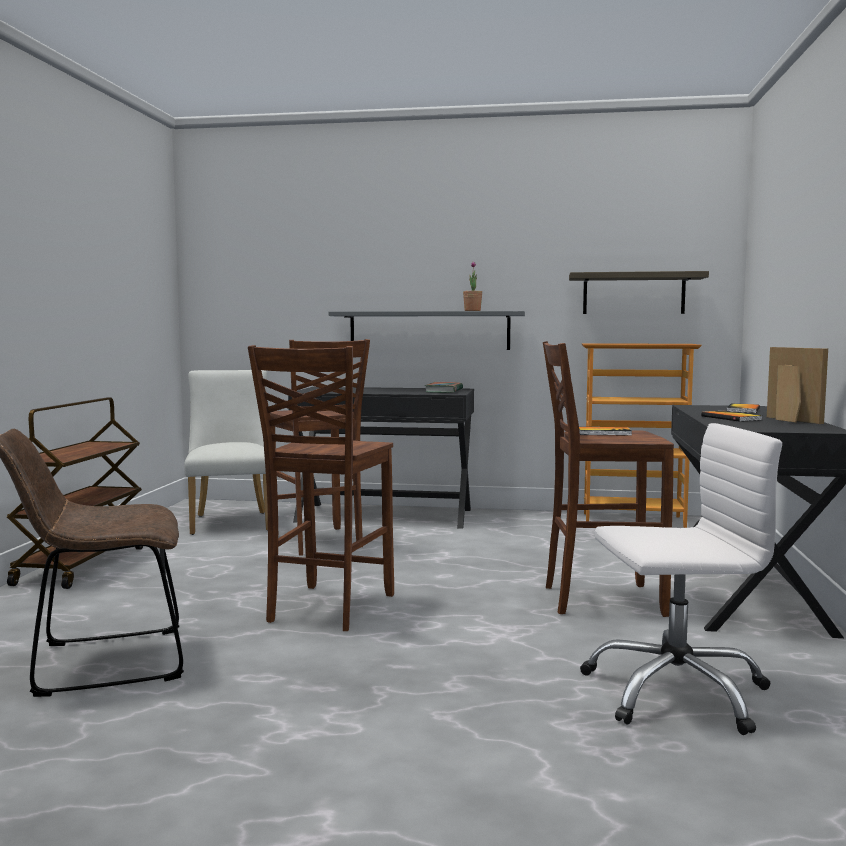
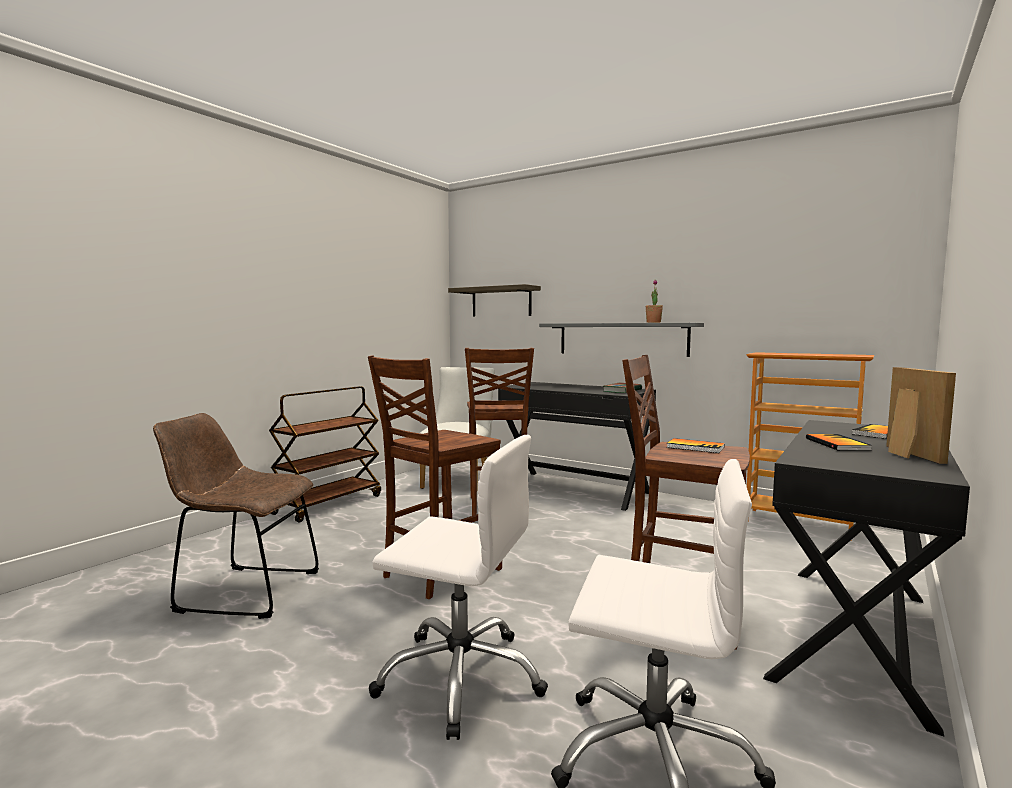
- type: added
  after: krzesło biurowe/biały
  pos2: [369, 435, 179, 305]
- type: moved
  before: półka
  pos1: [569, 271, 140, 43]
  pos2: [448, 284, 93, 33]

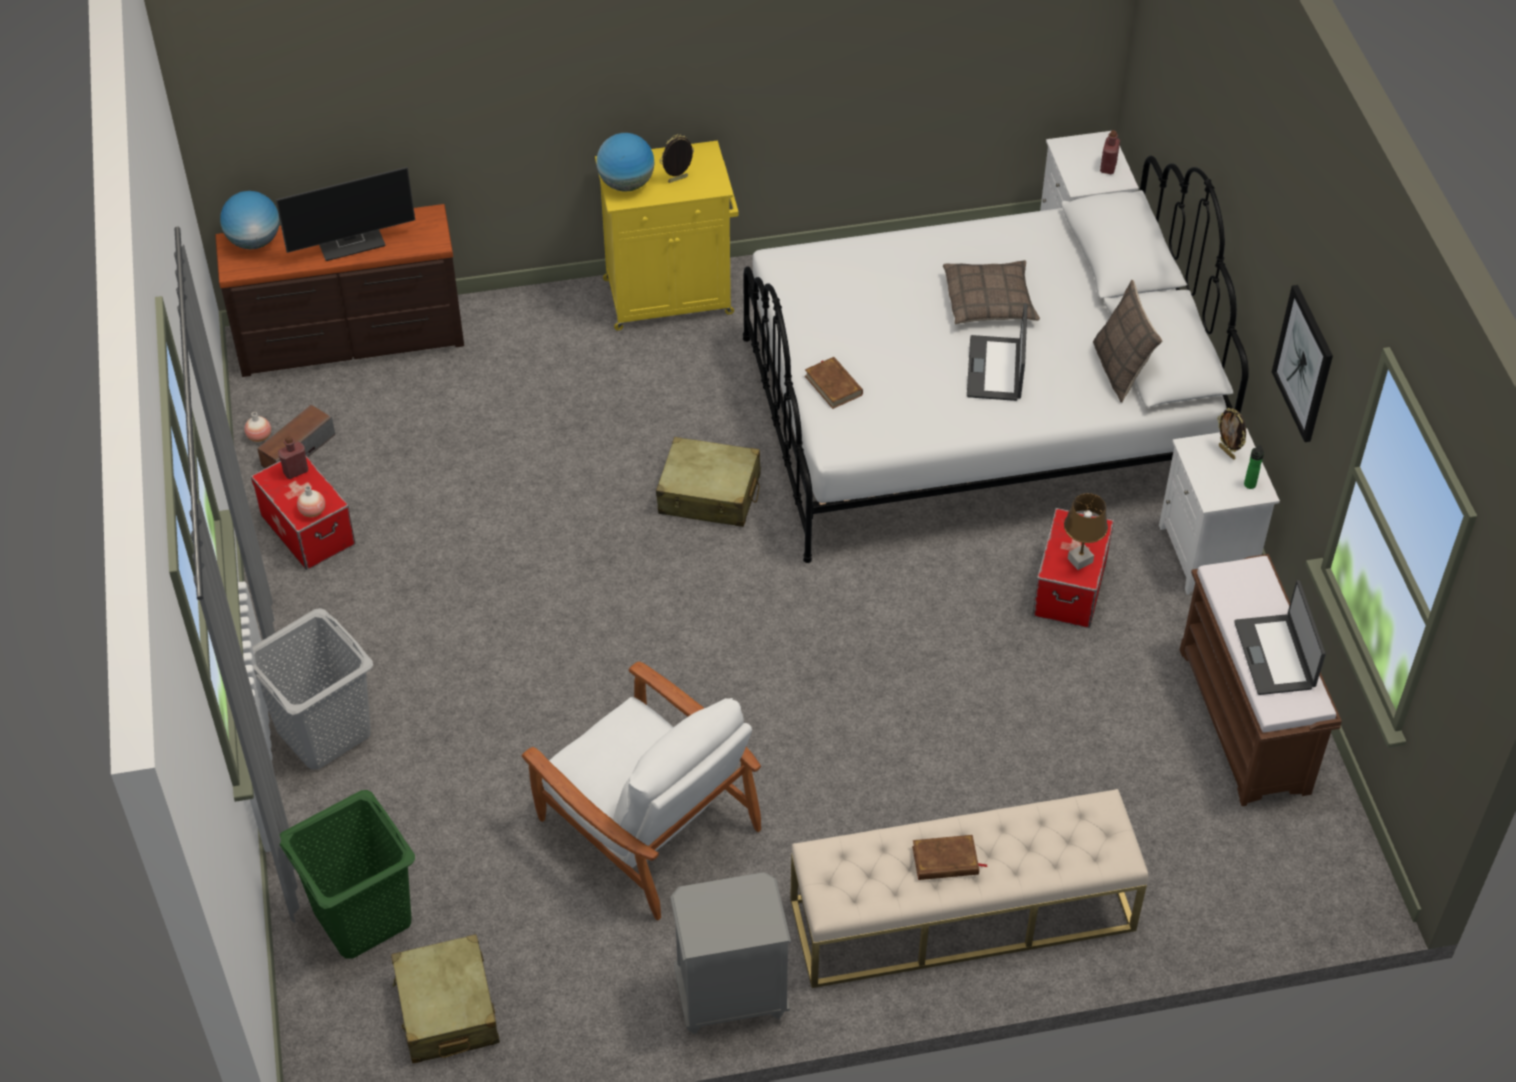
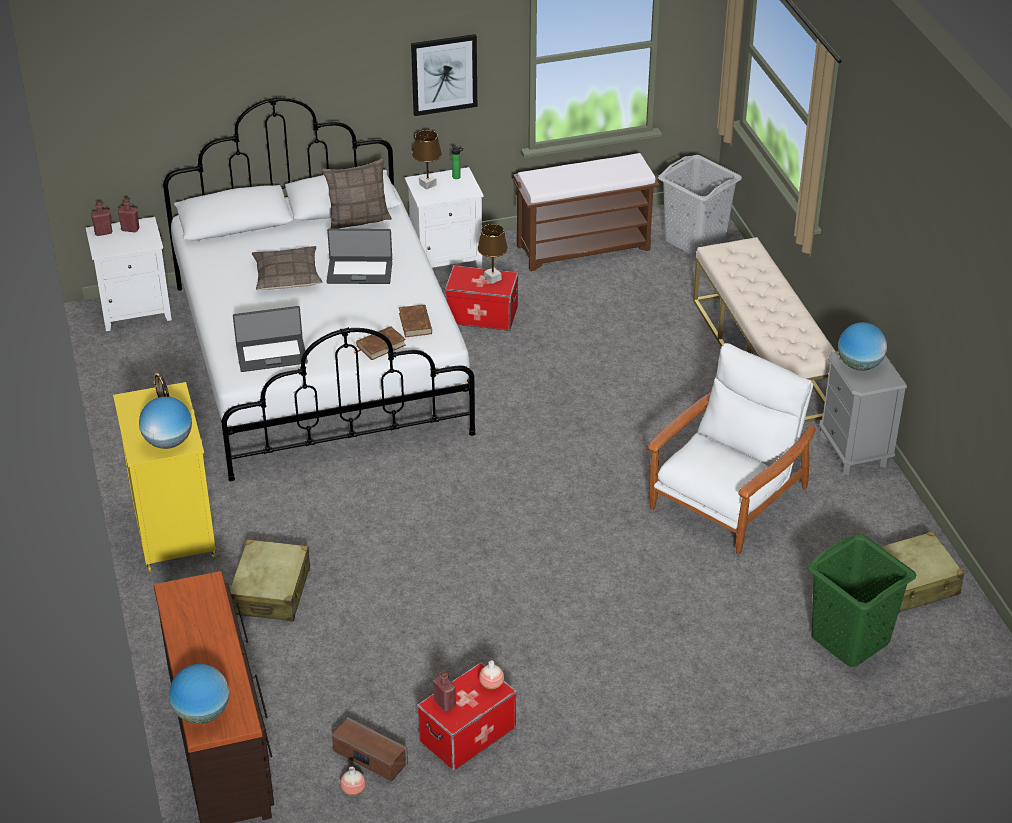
- type: removed
  before: monitor
  pos1: [276, 167, 139, 94]
- type: added
  after: butelka/czerwony
  pos2: [91, 201, 22, 35]
- type: added
  after: globus
  pos2: [838, 322, 49, 49]
- type: moved
  before: kosz na pranie/szary
  pos1: [253, 608, 120, 162]
  pos2: [658, 155, 84, 102]
- type: moved
  before: walizka/beżowy
  pos1: [656, 437, 105, 90]
  pos2: [230, 539, 80, 83]
- type: moved
  before: książka/brązowy
  pos1: [912, 835, 76, 45]
  pos2: [399, 304, 33, 33]
- type: moved
  before: laptop
  pos1: [1234, 580, 92, 115]
  pos2: [233, 306, 75, 66]
- type: replaced
  before: ramka na zdjęcie
  after: lampa stołowa/brązowy
  pos1: [1217, 408, 29, 52]
  pos2: [412, 130, 30, 60]

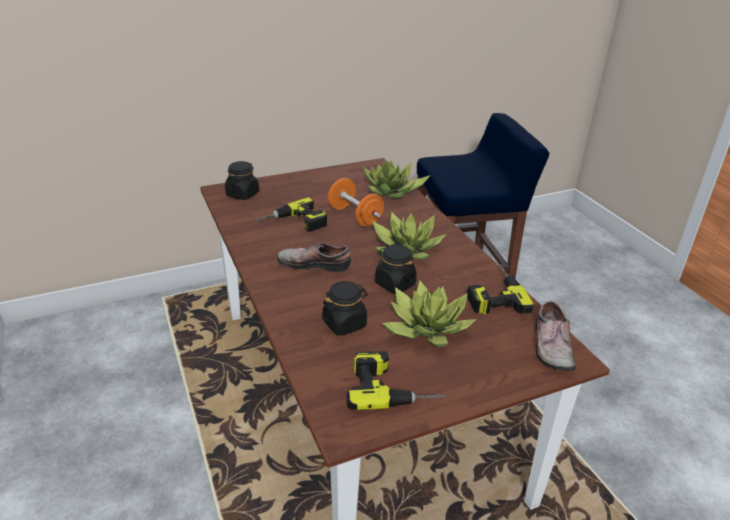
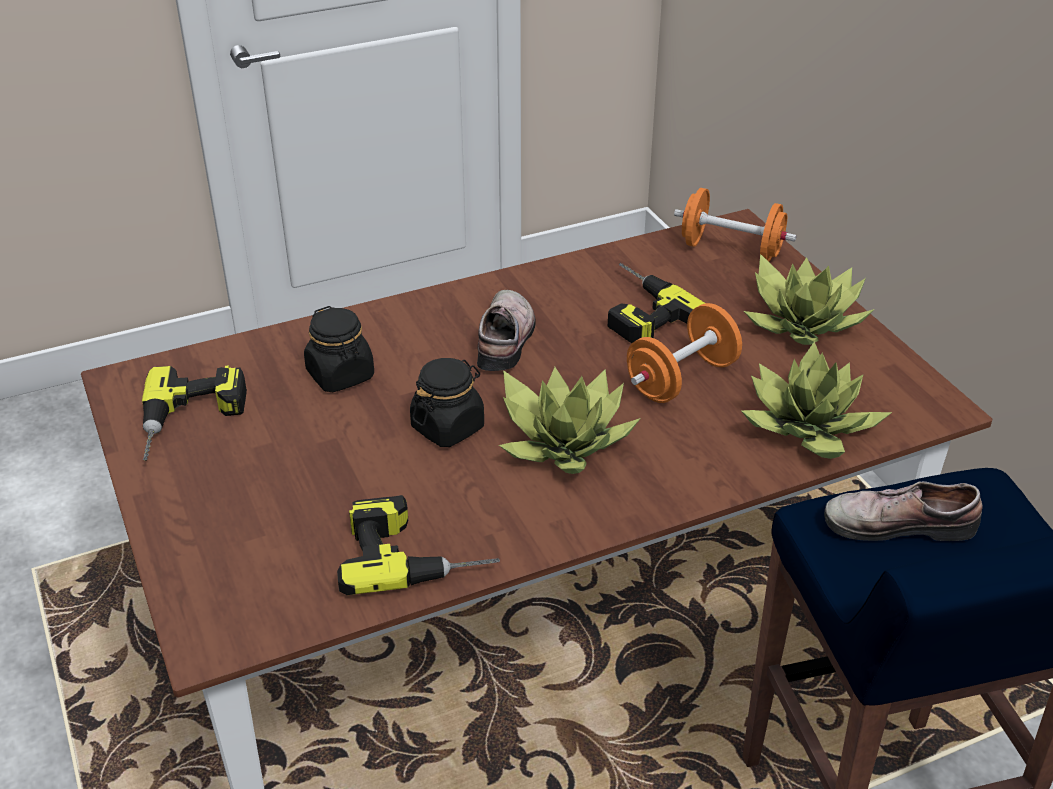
- type: moved
  before: roślina doniczkowa
  pos1: [382, 281, 95, 66]
  pos2: [744, 254, 131, 91]
- type: moved
  before: but
  pos1: [535, 301, 40, 70]
  pos2: [824, 481, 159, 60]
- type: replaced
  before: słoik/czarny
  after: hantel/pomarańczowy
  pos1: [225, 161, 34, 39]
  pos2: [674, 188, 123, 74]

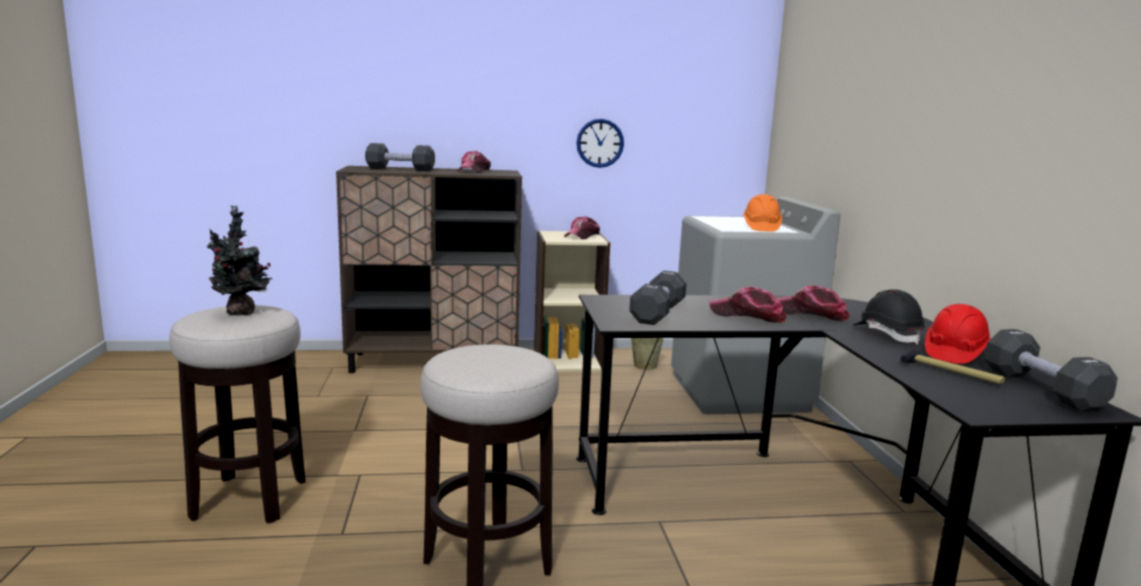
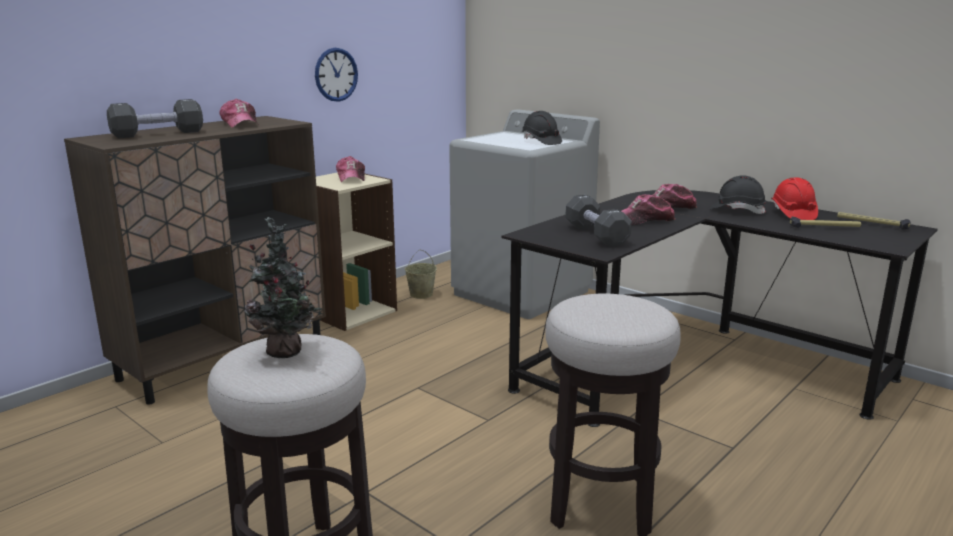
- type: replaced
  before: hantel/czarny
  after: młotek
  pos1: [984, 329, 134, 83]
  pos2: [837, 212, 74, 18]
- type: recoloured
  before: kask/pomarańczowy
  after: kask/czarny
  pos1: [743, 194, 39, 38]
  pos2: [522, 111, 40, 34]

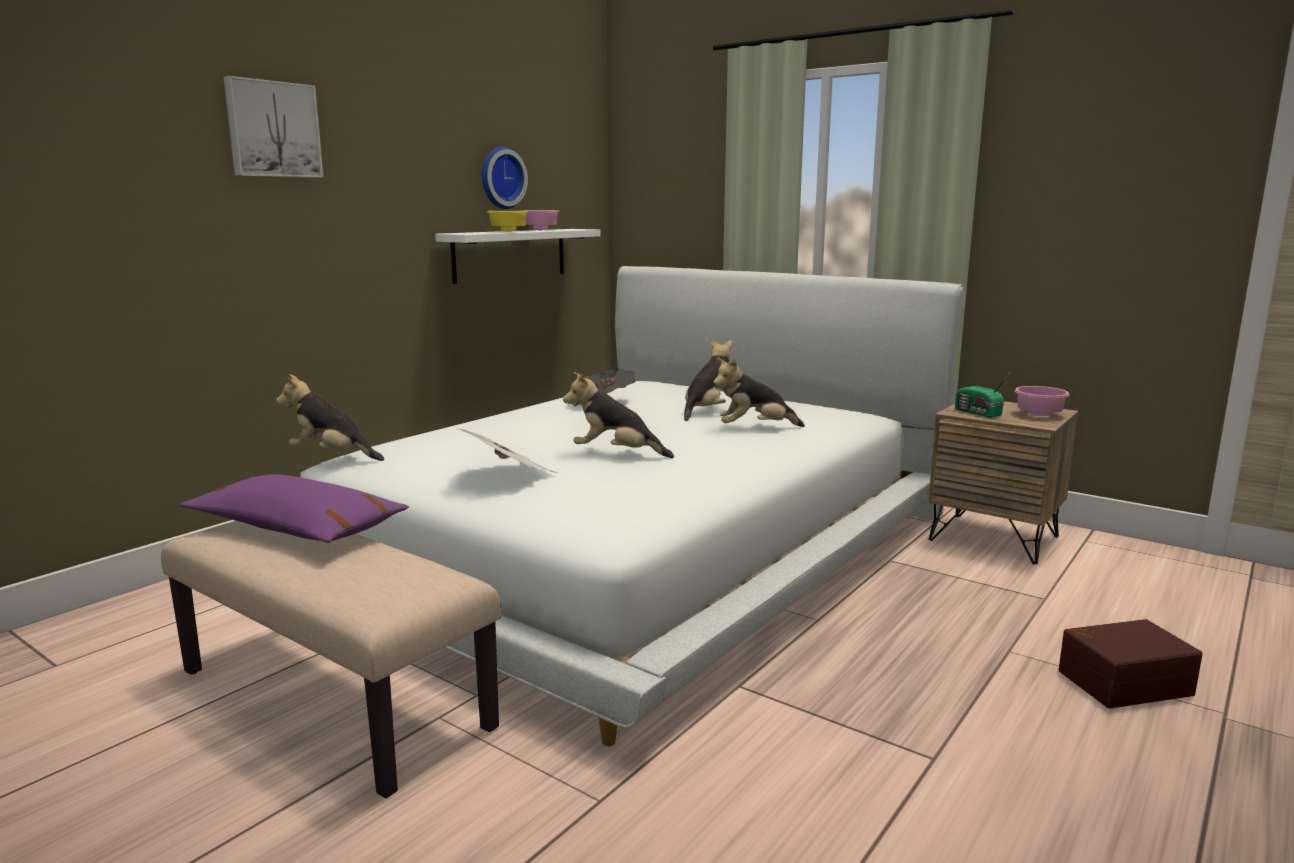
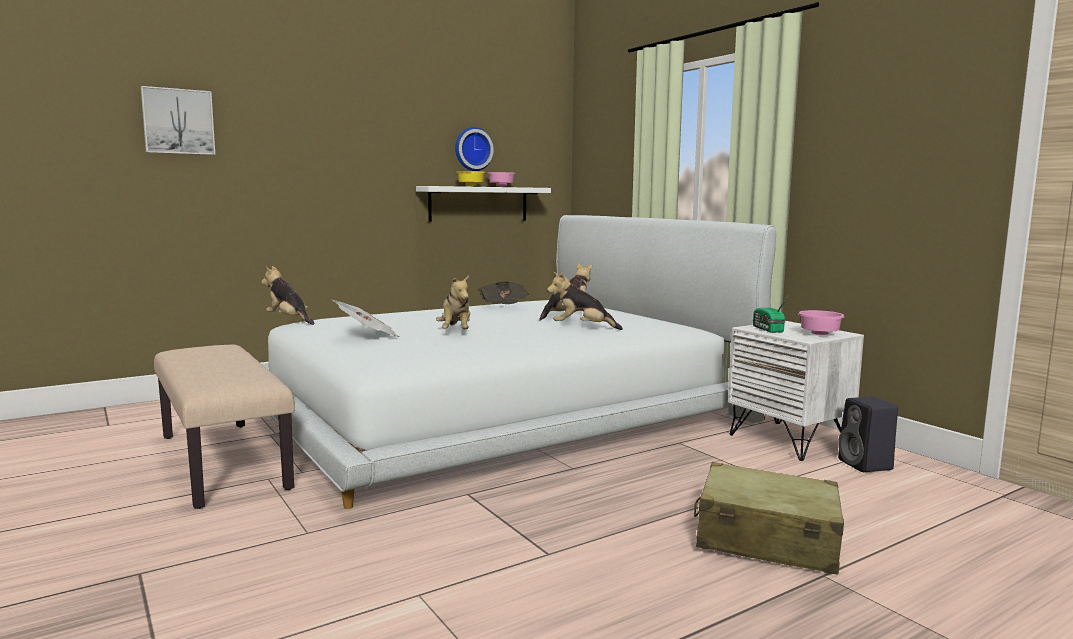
- type: removed
  before: poduszka/fioletowy
  pos1: [180, 474, 229, 69]
- type: added
  after: głośnik/czarny
  pos2: [838, 397, 60, 75]
- type: moved
  before: obraz
  pos1: [223, 76, 100, 102]
  pos2: [141, 86, 74, 69]
- type: replaced
  before: pojemnik do przechowywania/brązowy
  after: walizka/beżowy
  pos1: [1058, 619, 145, 89]
  pos2: [694, 462, 150, 113]
- type: recoloured
  before: szafka nocna/brązowy
  after: szafka nocna/biały
  pos1: [928, 401, 150, 163]
  pos2: [728, 321, 136, 140]
- type: turned
  before: pluszak
  pos1: [563, 372, 111, 86]
  pos2: [436, 275, 34, 54]
  turn: -135

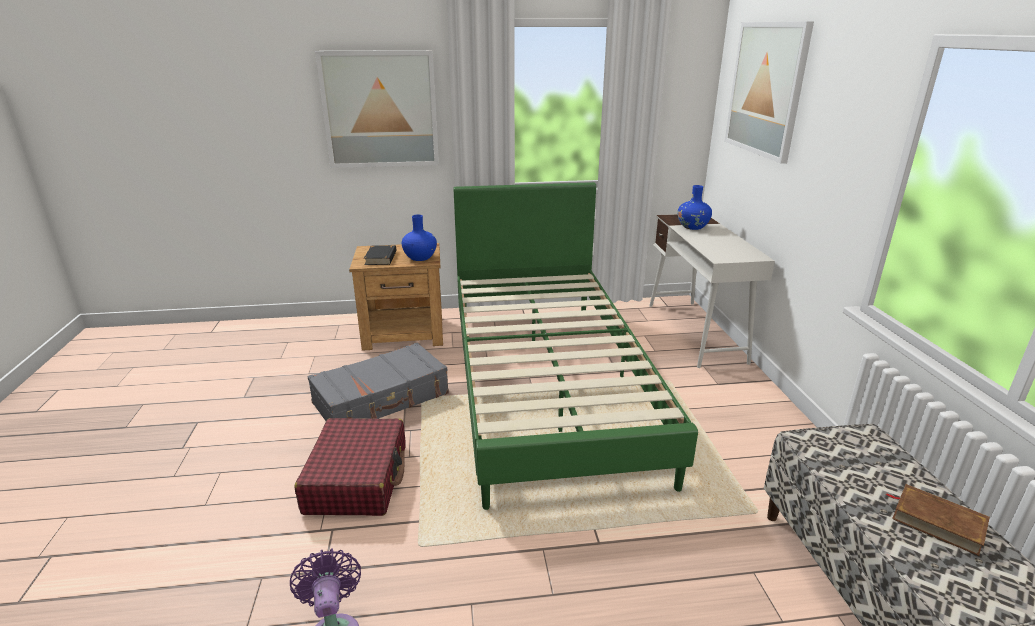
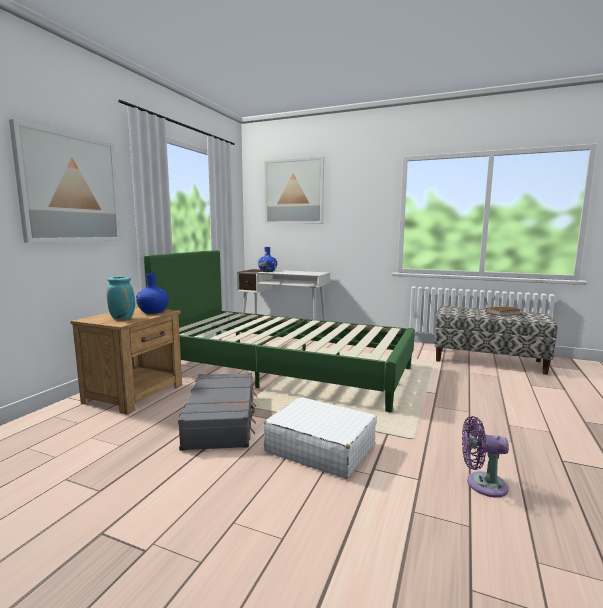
- type: replaced
  before: książka/czarny
  after: wazon/turkusowy
  pos1: [364, 245, 32, 20]
  pos2: [107, 277, 28, 42]
- type: recoloured
  before: walizka/czerwony
  after: walizka/biały
  pos1: [294, 418, 112, 98]
  pos2: [263, 397, 114, 82]

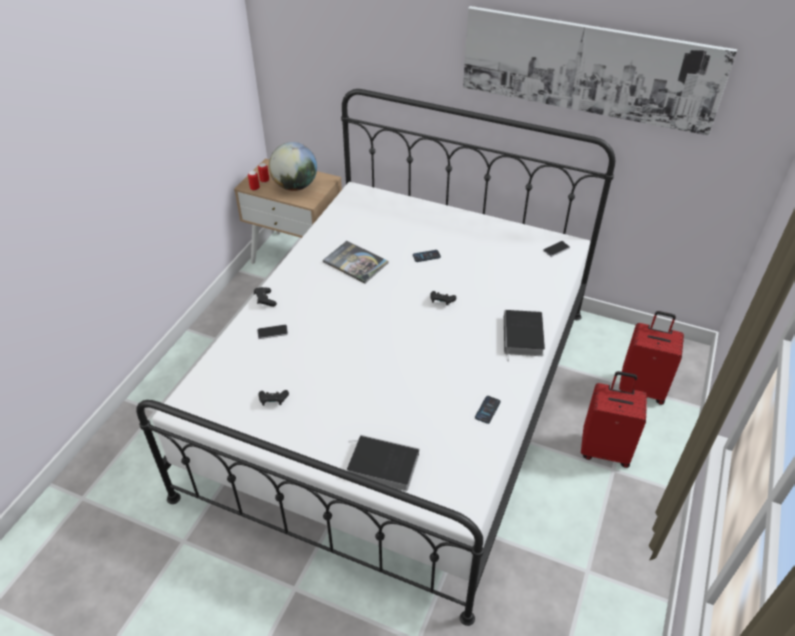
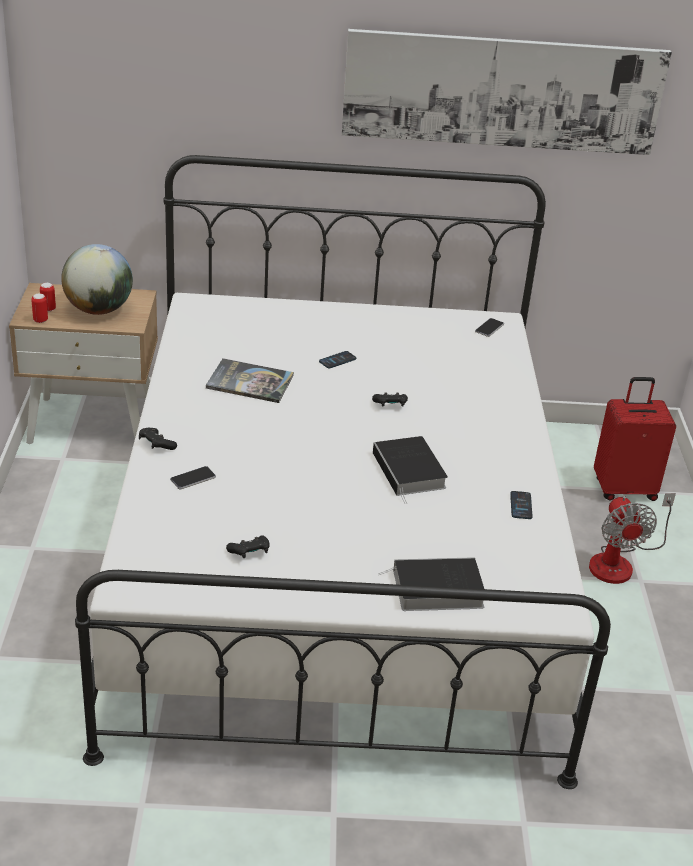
- type: moved
  before: książka
  pos1: [504, 310, 41, 52]
  pos2: [373, 436, 75, 68]
- type: replaced
  before: walizka/czerwony
  after: wentylator
  pos1: [581, 371, 66, 97]
  pos2: [589, 493, 87, 91]

